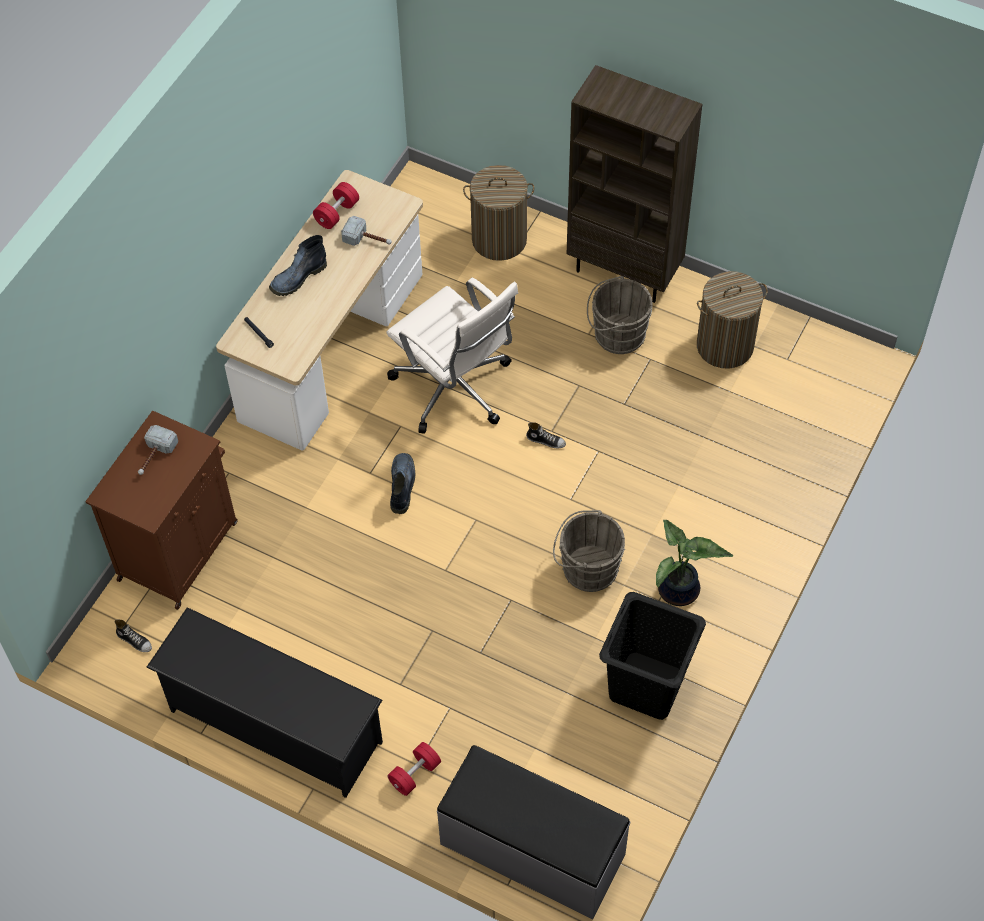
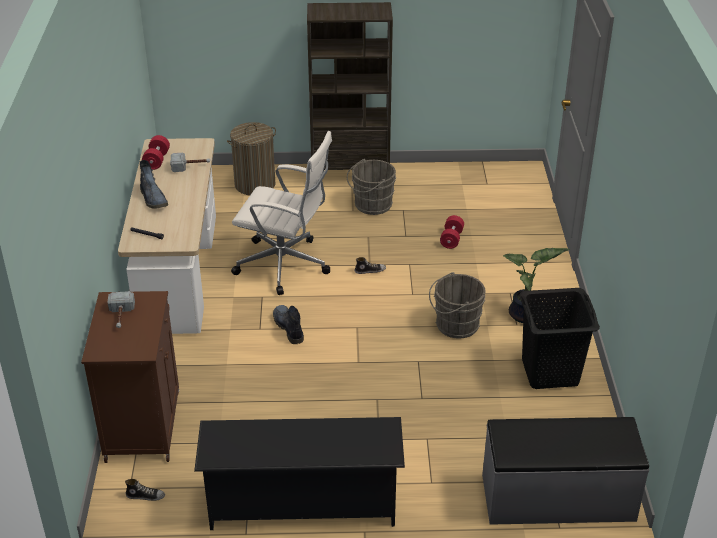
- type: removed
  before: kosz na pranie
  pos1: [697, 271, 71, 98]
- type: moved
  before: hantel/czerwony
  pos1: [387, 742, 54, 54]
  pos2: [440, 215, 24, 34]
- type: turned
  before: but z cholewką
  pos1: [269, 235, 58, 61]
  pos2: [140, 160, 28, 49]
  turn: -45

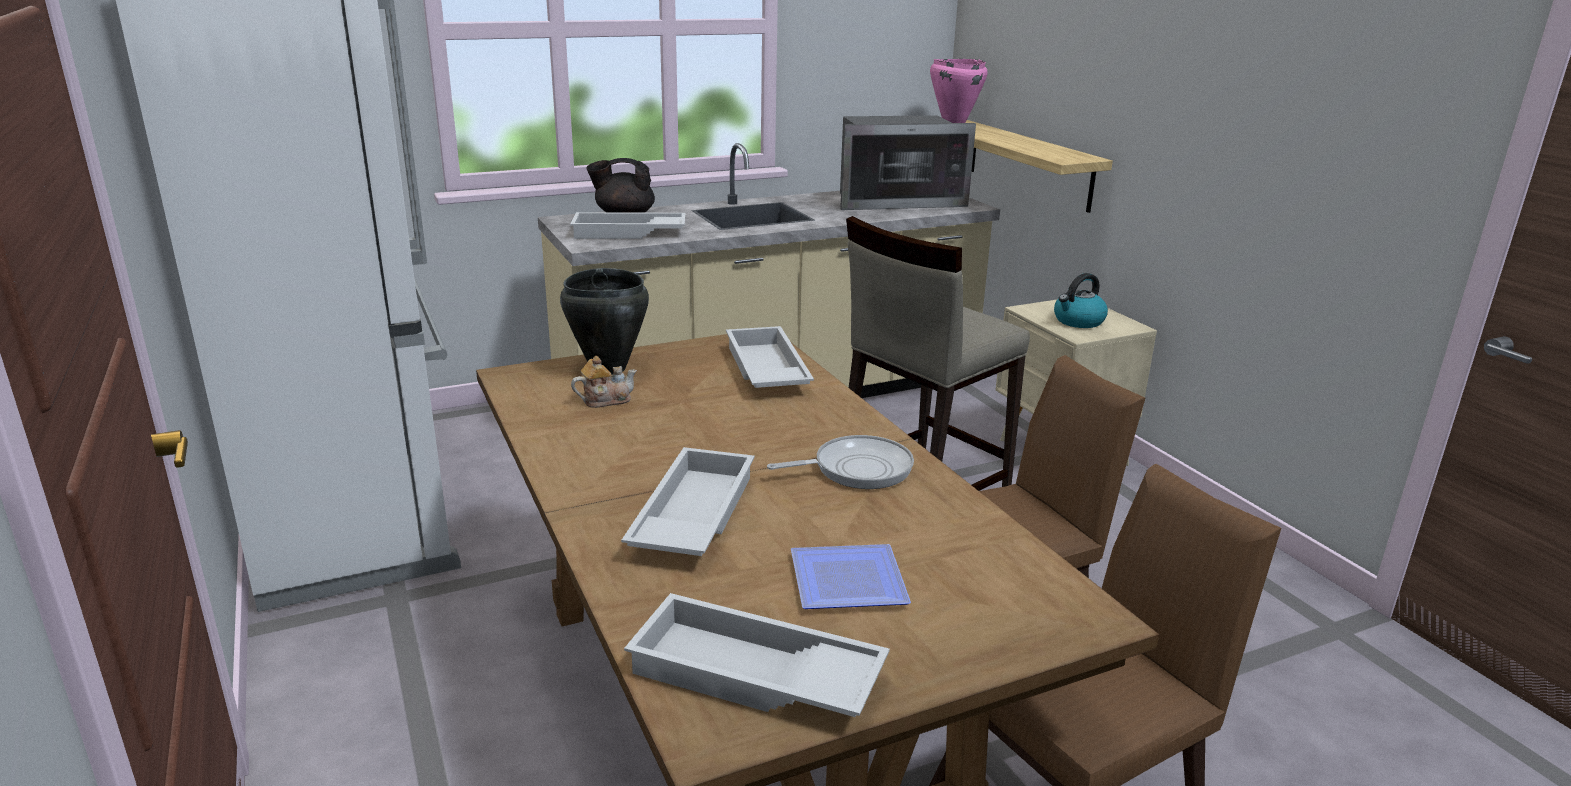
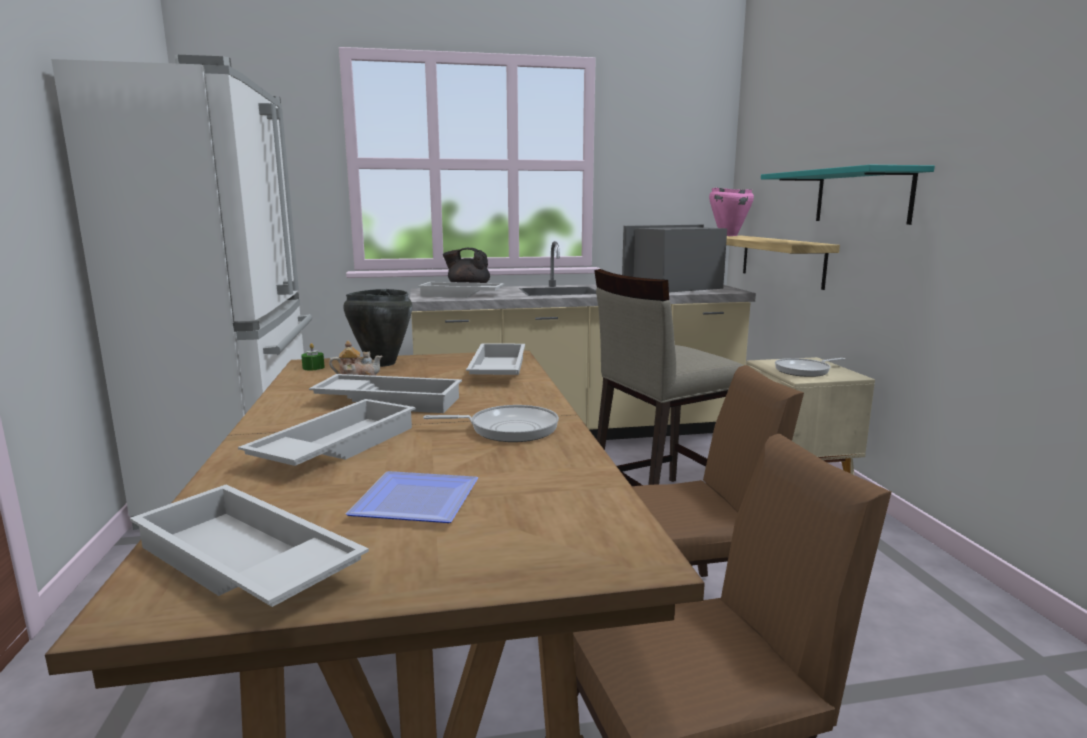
- type: added
  after: świeca/zielony
  pos2: [301, 343, 24, 27]
- type: added
  after: taca/biały
  pos2: [309, 374, 153, 39]
- type: added
  after: półka/turkusowy
  pos2: [761, 165, 174, 60]
- type: replaced
  before: czajnik
  after: patelnia
  pos1: [1054, 273, 54, 55]
  pos2: [775, 358, 70, 19]
- type: turned
  before: mikrofalówka
  pos1: [840, 115, 136, 95]
  pos2: [622, 225, 105, 67]
  turn: 150

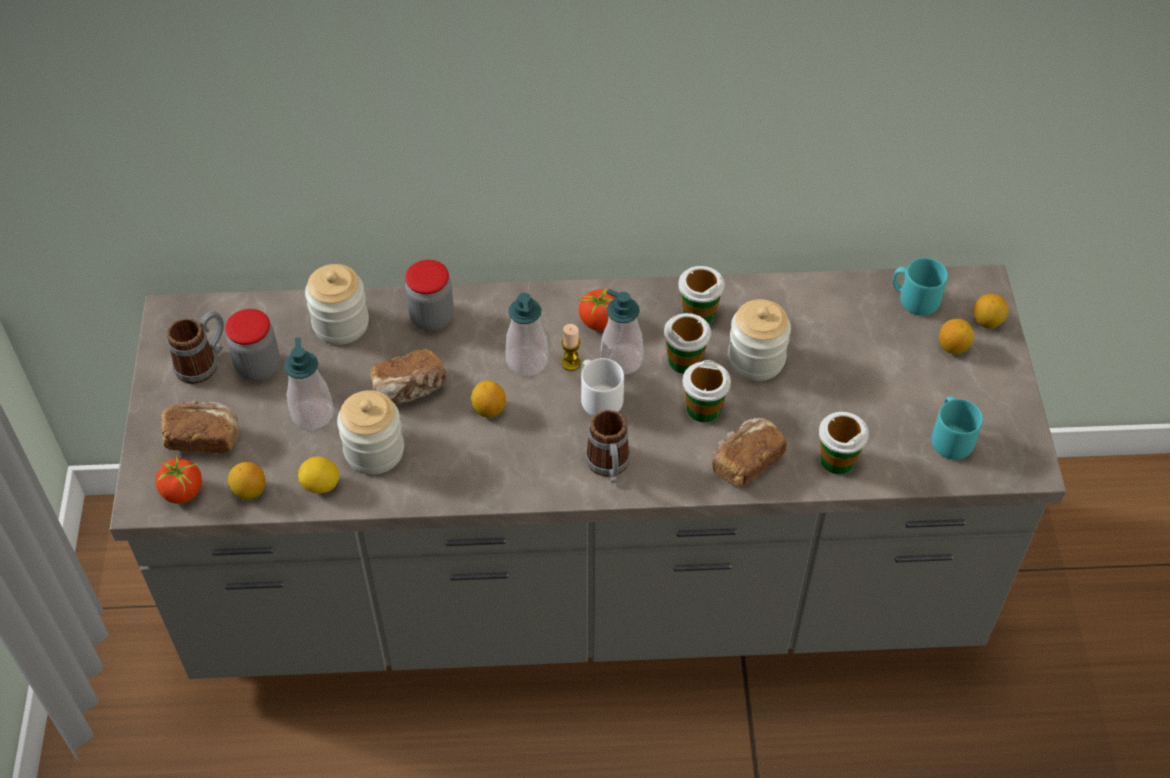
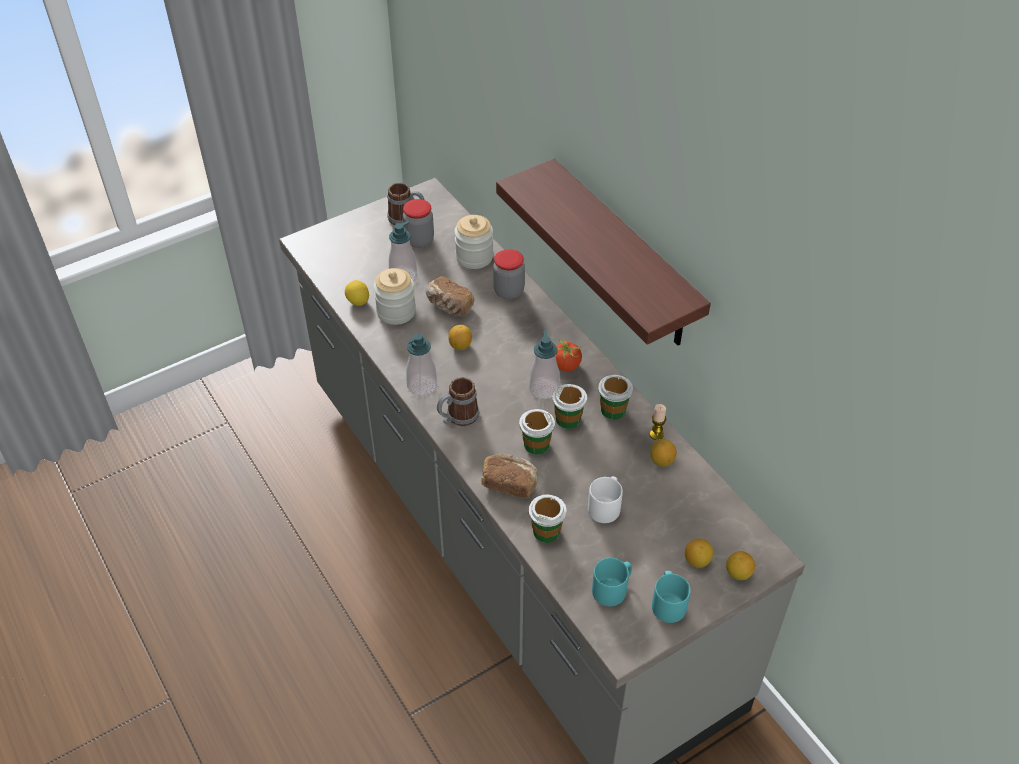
- type: removed
  before: pomidor
  pos1: [154, 448, 48, 56]
- type: removed
  before: chleb
  pos1: [161, 400, 78, 53]
- type: removed
  before: słoik
  pos1: [728, 299, 63, 82]
- type: added
  after: półka
  pos2: [496, 159, 215, 187]
- type: moved
  before: cytryna
  pos1: [228, 462, 38, 38]
  pos2: [650, 439, 27, 28]
- type: moved
  before: dozownik mydła
  pos1: [506, 293, 42, 83]
  pos2: [406, 333, 31, 63]
- type: moved
  before: świeca
  pos1: [561, 324, 19, 47]
  pos2: [650, 404, 16, 36]
- type: moved
  before: kubek/biały
  pos1: [581, 358, 43, 58]
  pos2: [588, 476, 35, 47]
- type: moved
  before: kubek/turkusowy
  pos1: [893, 258, 55, 58]
  pos2: [652, 571, 39, 52]

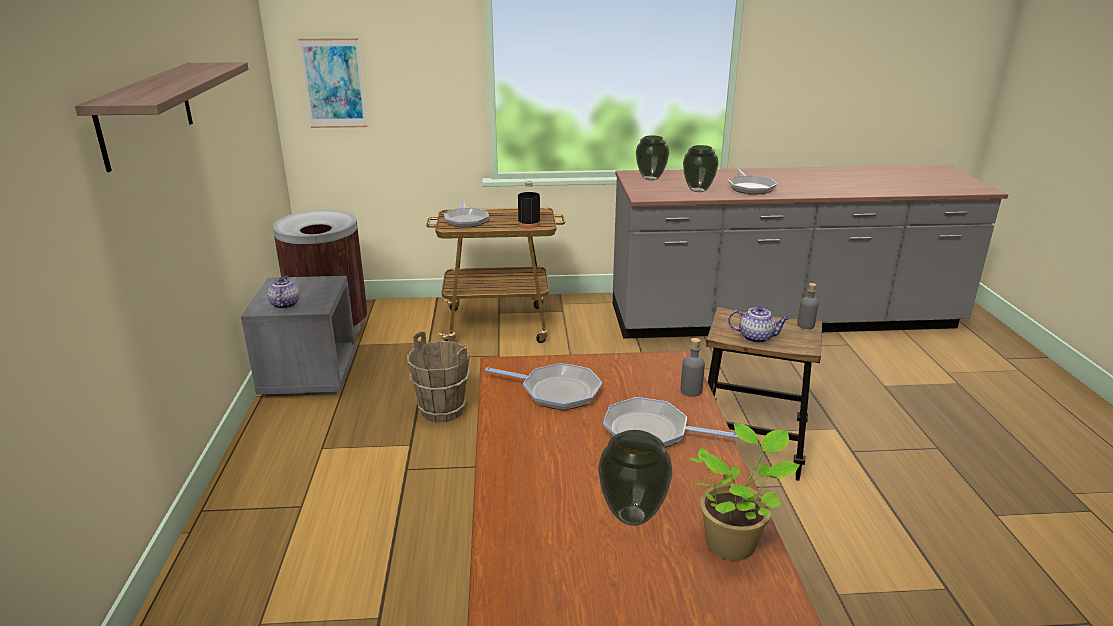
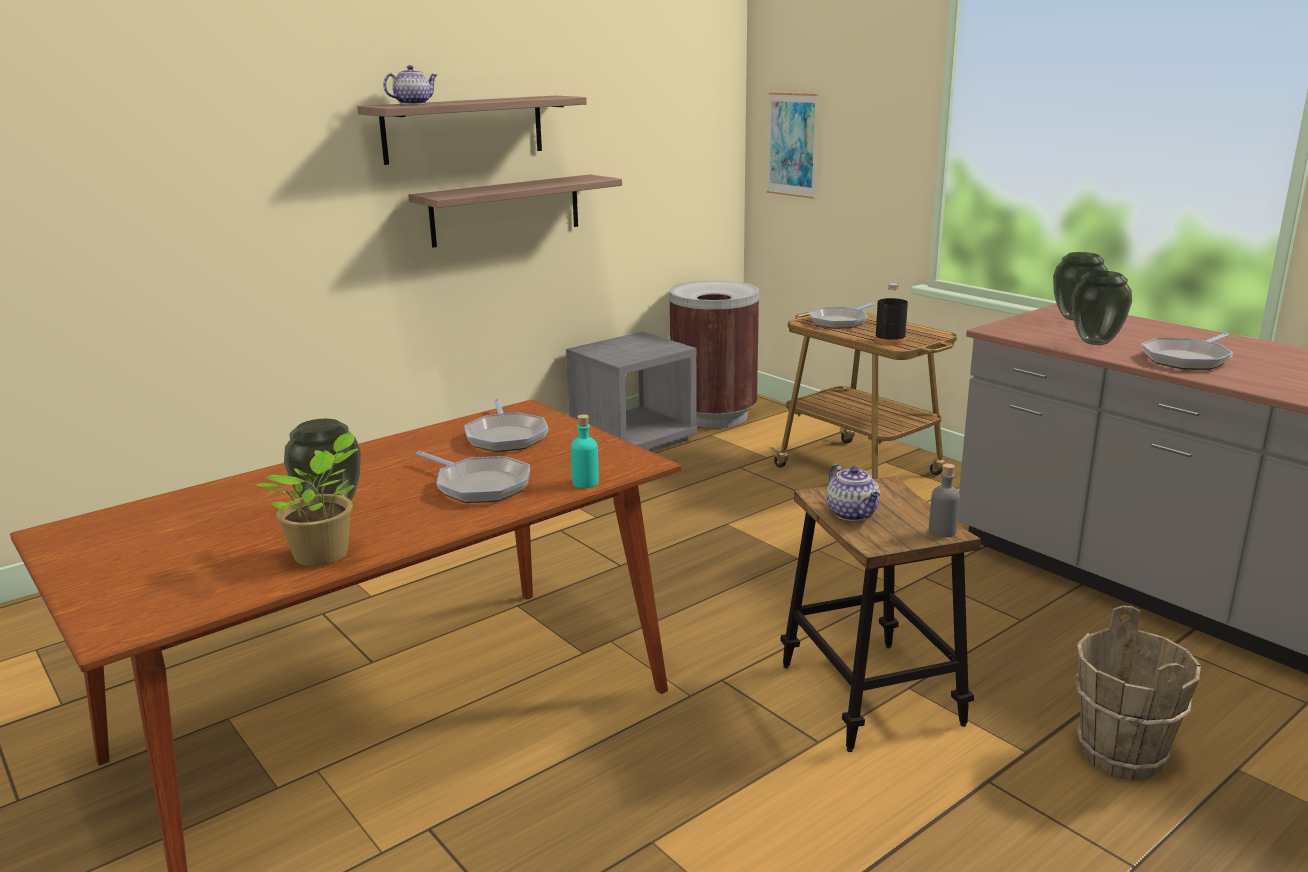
- type: added
  after: półka
  pos2: [408, 174, 214, 74]
- type: moved
  before: imbryk
  pos1: [267, 276, 32, 33]
  pos2: [383, 65, 54, 40]
- type: moved
  before: wiadro/brązowy
  pos1: [407, 331, 63, 91]
  pos2: [1075, 605, 126, 176]
- type: recoloured
  before: butelka/szary
  after: butelka/turkusowy
  pos1: [681, 338, 24, 59]
  pos2: [571, 414, 28, 74]
- type: turned
  before: patelnia
  pos1: [603, 397, 136, 51]
  pos2: [416, 451, 114, 52]
  turn: 150

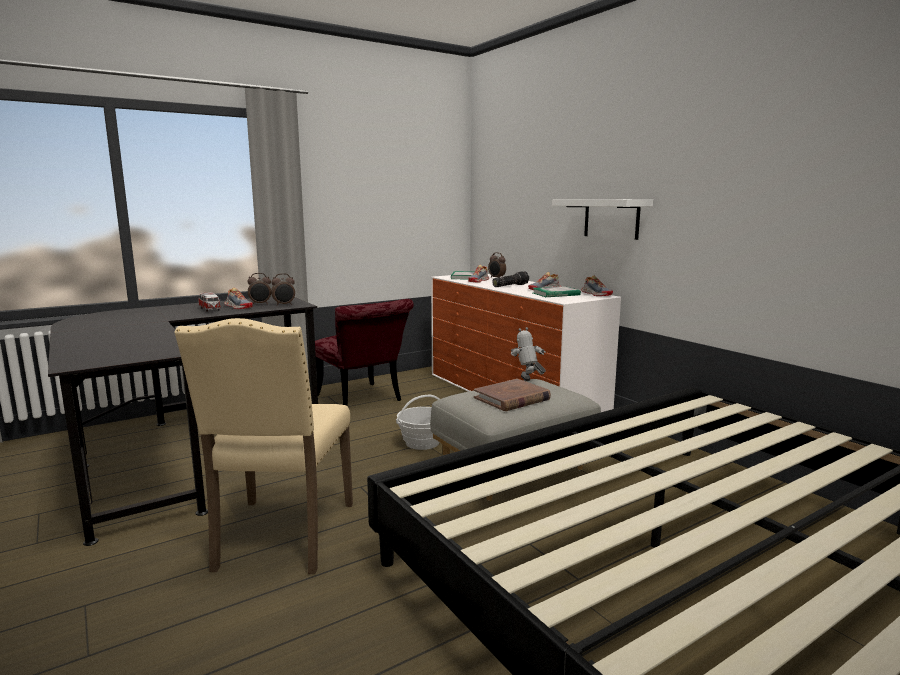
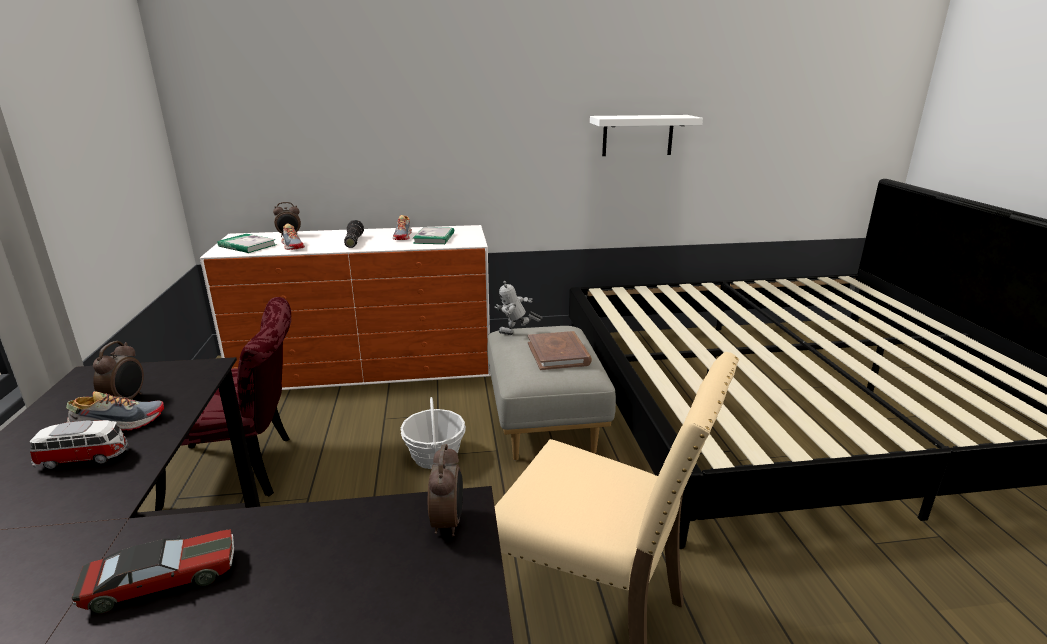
- type: removed
  before: but
  pos1: [581, 275, 32, 21]
- type: added
  after: samochodzik
  pos2: [72, 529, 162, 84]
- type: moved
  before: budzik
  pos1: [271, 273, 24, 33]
  pos2: [428, 444, 35, 92]
- type: moved
  before: półka/biały
  pos1: [552, 199, 101, 41]
  pos2: [590, 115, 113, 41]

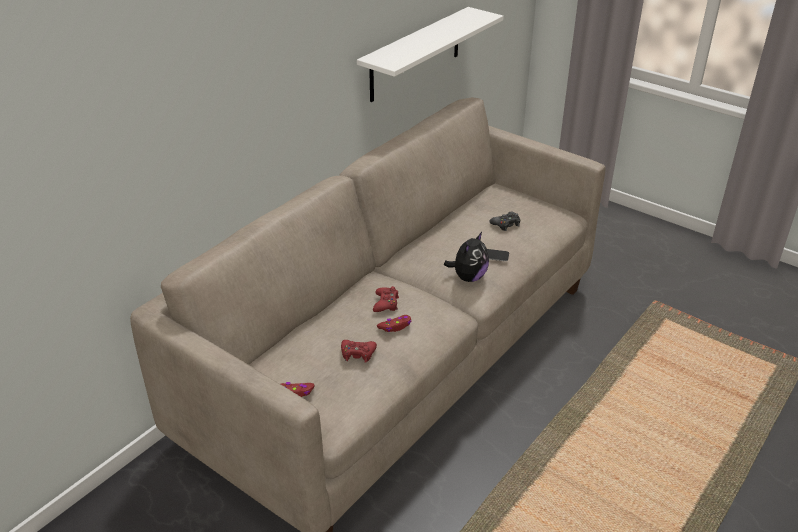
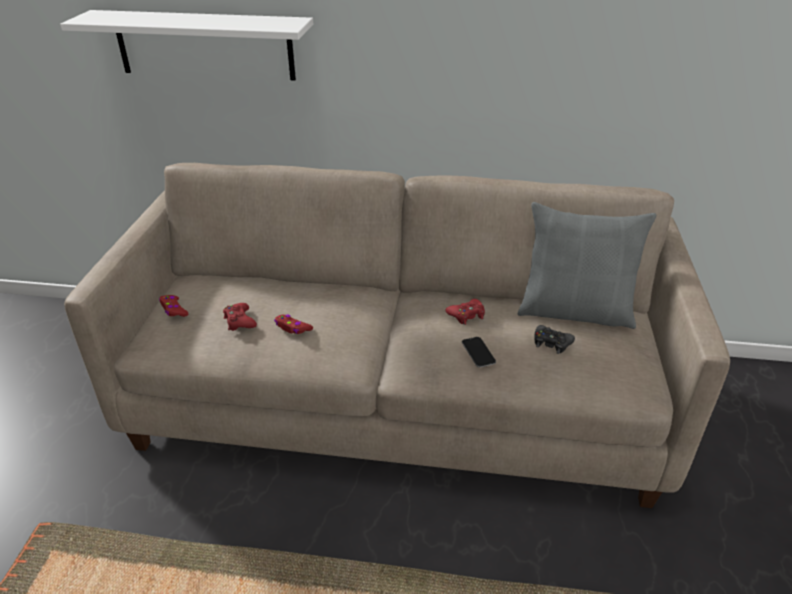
- type: removed
  before: pluszak
  pos1: [444, 232, 45, 50]
- type: added
  after: poduszka/szary
  pos2: [518, 202, 138, 127]
- type: moved
  before: półka/biały
  pos1: [357, 7, 147, 95]
  pos2: [60, 10, 253, 71]
- type: moved
  before: pad do gier/czerwony
  pos1: [373, 286, 26, 26]
  pos2: [445, 299, 40, 26]

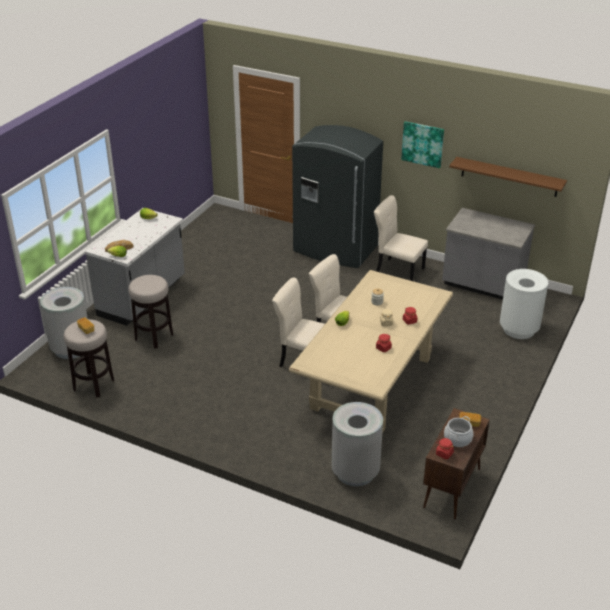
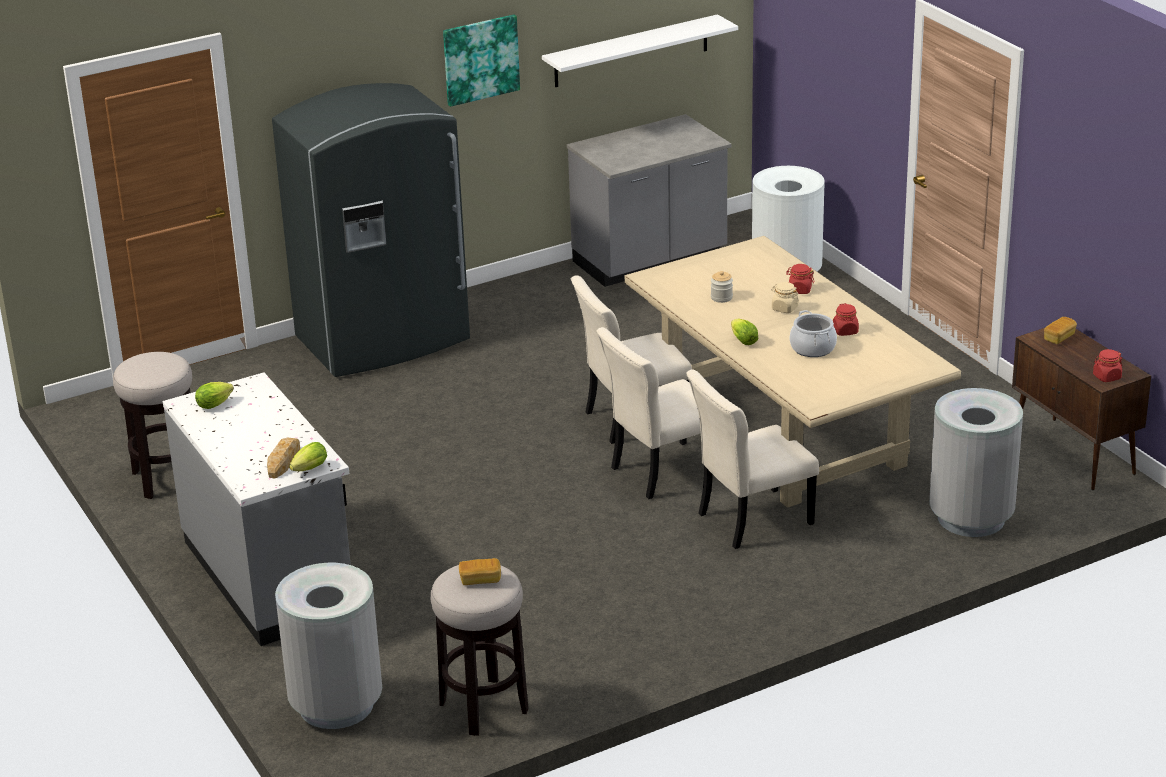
- type: moved
  before: stołek
  pos1: [128, 275, 45, 74]
  pos2: [113, 352, 79, 147]
- type: moved
  before: krzesło/beżowy
  pos1: [374, 195, 54, 86]
  pos2: [686, 369, 133, 180]
- type: moved
  before: garnek
  pos1: [444, 416, 29, 31]
  pos2: [790, 310, 47, 47]
- type: recoloured
  before: półka/brązowy
  after: półka/biały
  pos1: [449, 157, 118, 40]
  pos2: [542, 14, 196, 73]

